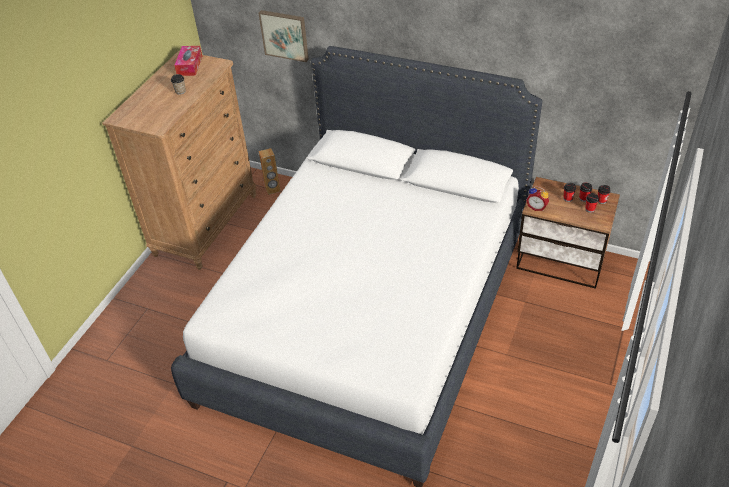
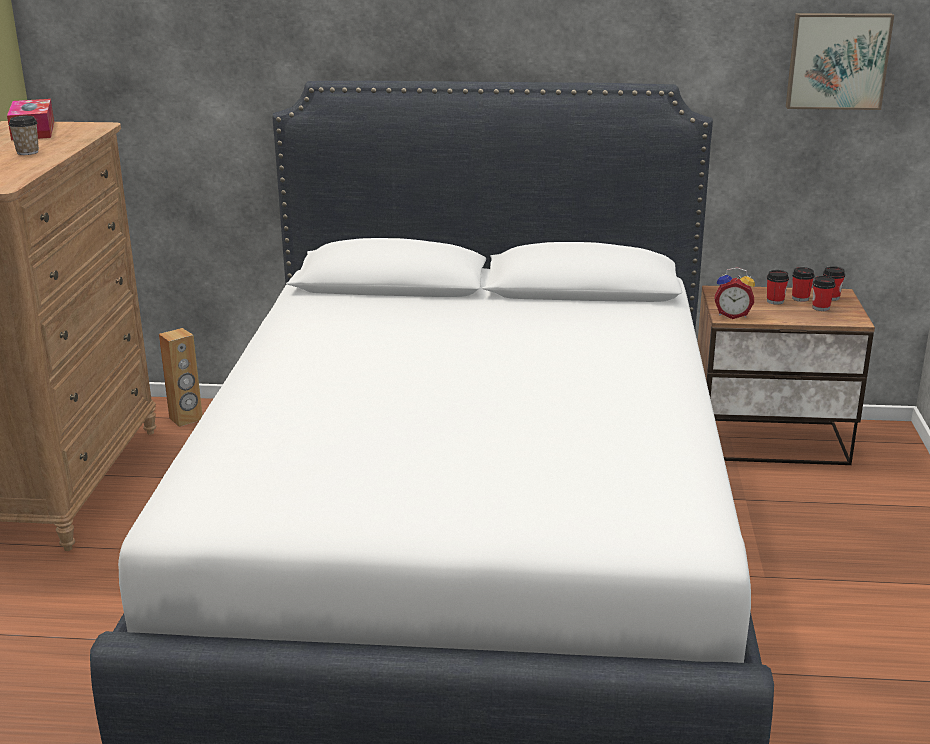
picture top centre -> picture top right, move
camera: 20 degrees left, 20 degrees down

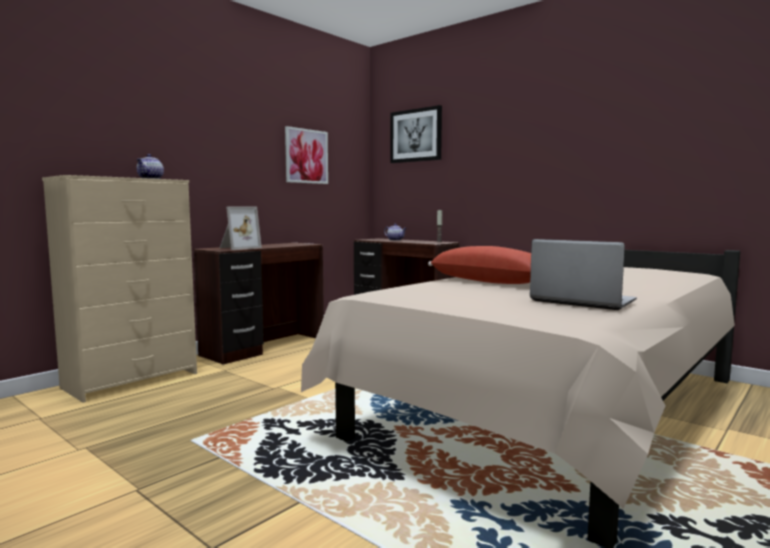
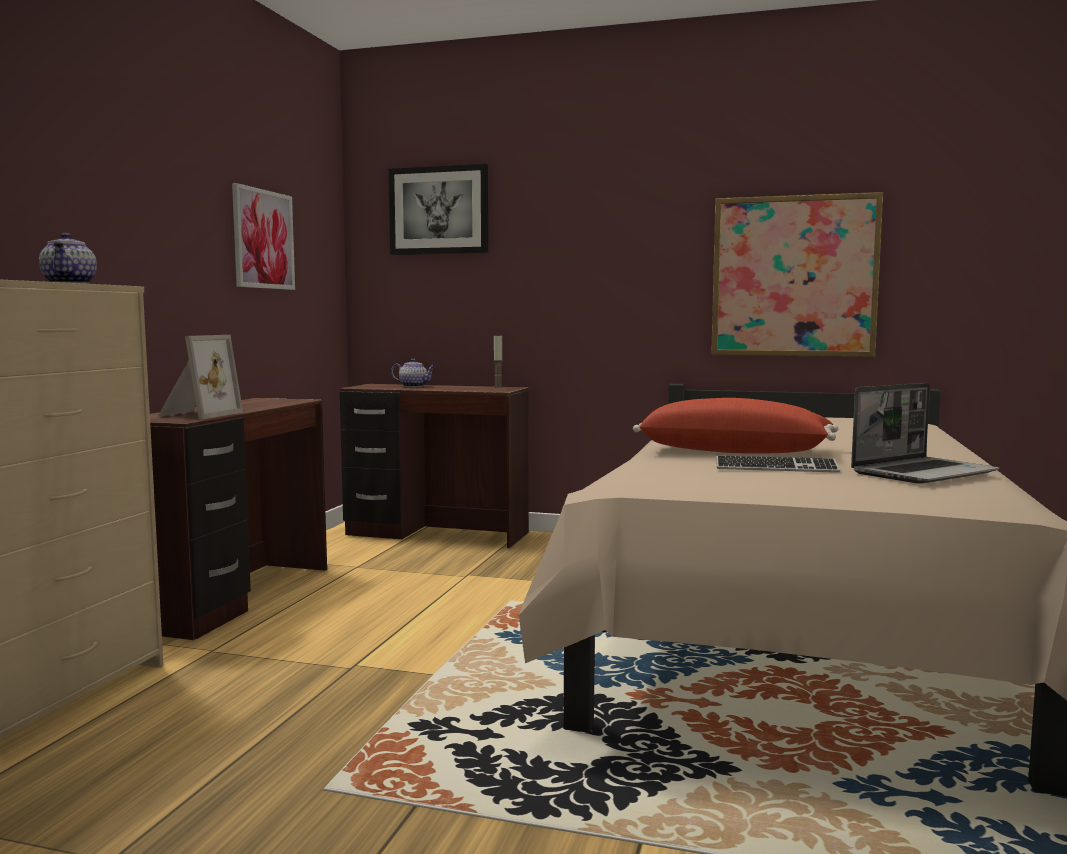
laptop middle right, 135 degrees clockwise
none -> picture (3rd from left) top right
none -> keyboard middle right
camera: 25 degrees left, 0 degrees up

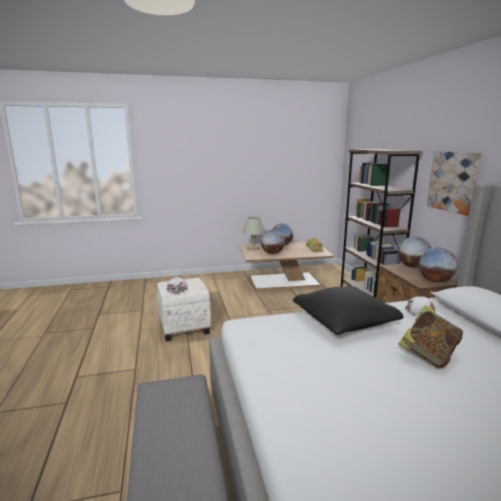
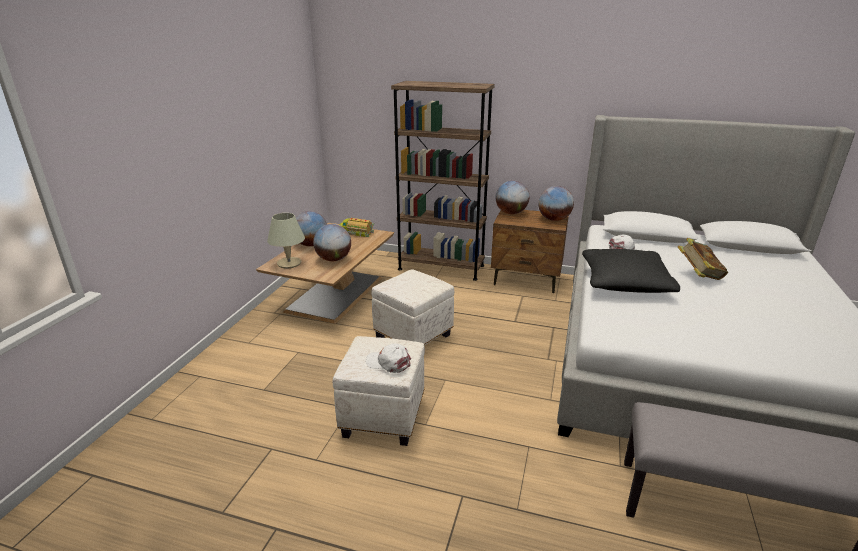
picture middle right -> none
none -> white ottoman (2nd from left) centre
camera: 60 degrees left, 10 degrees up

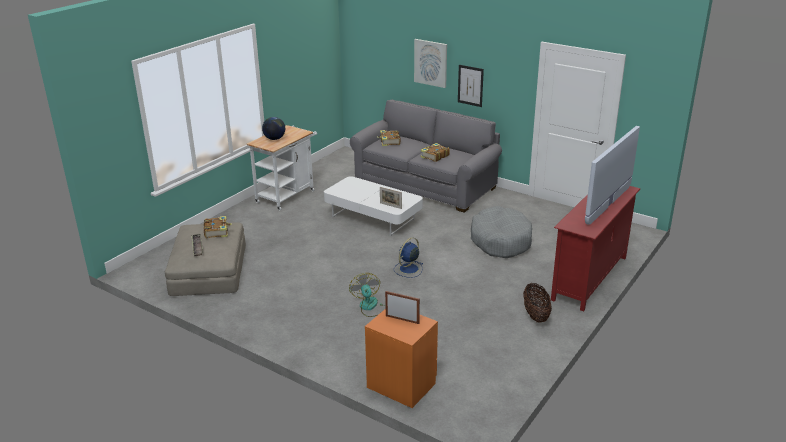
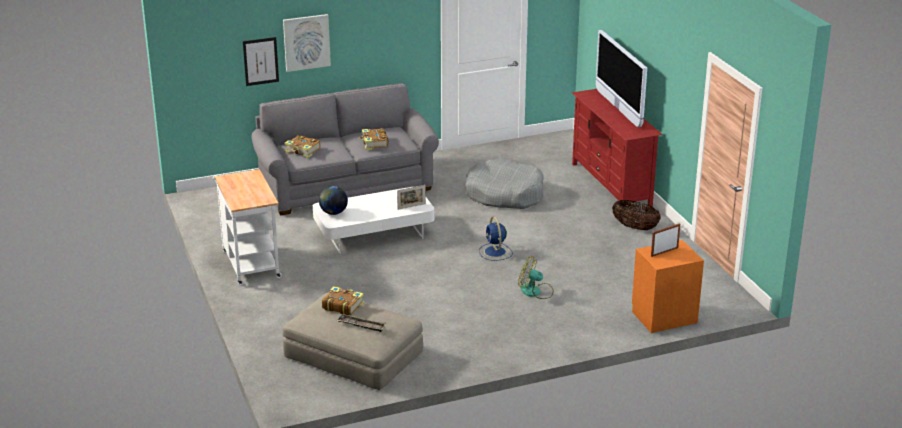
picture (2nd from left in the first image) top centre -> picture (1st from left) top left, move
globe top centre -> globe centre, move
camera: 55 degrees left, 0 degrees up

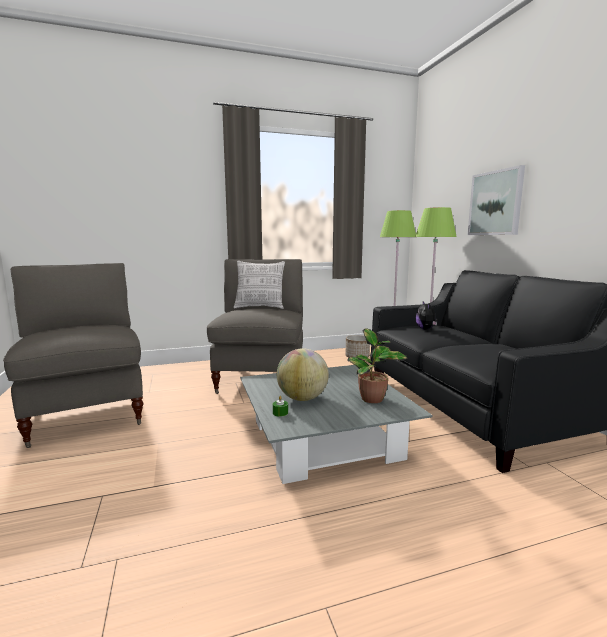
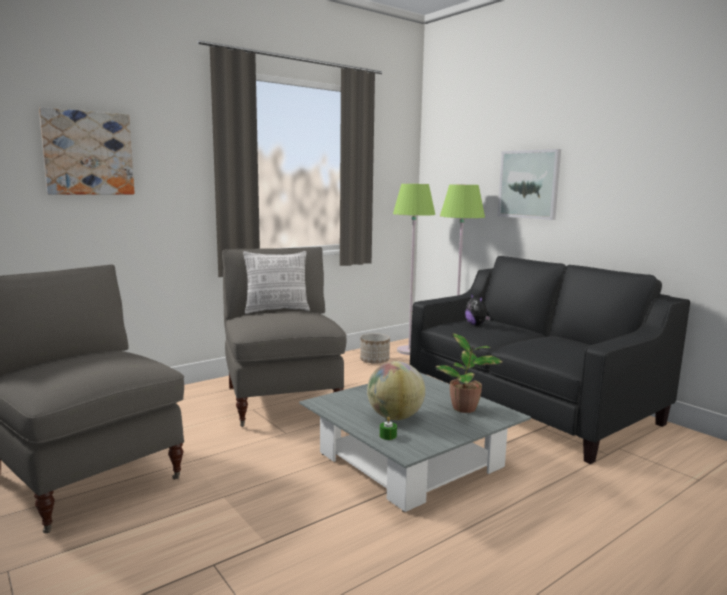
none -> picture (1st from left) top left
camera: 20 degrees left, 0 degrees up

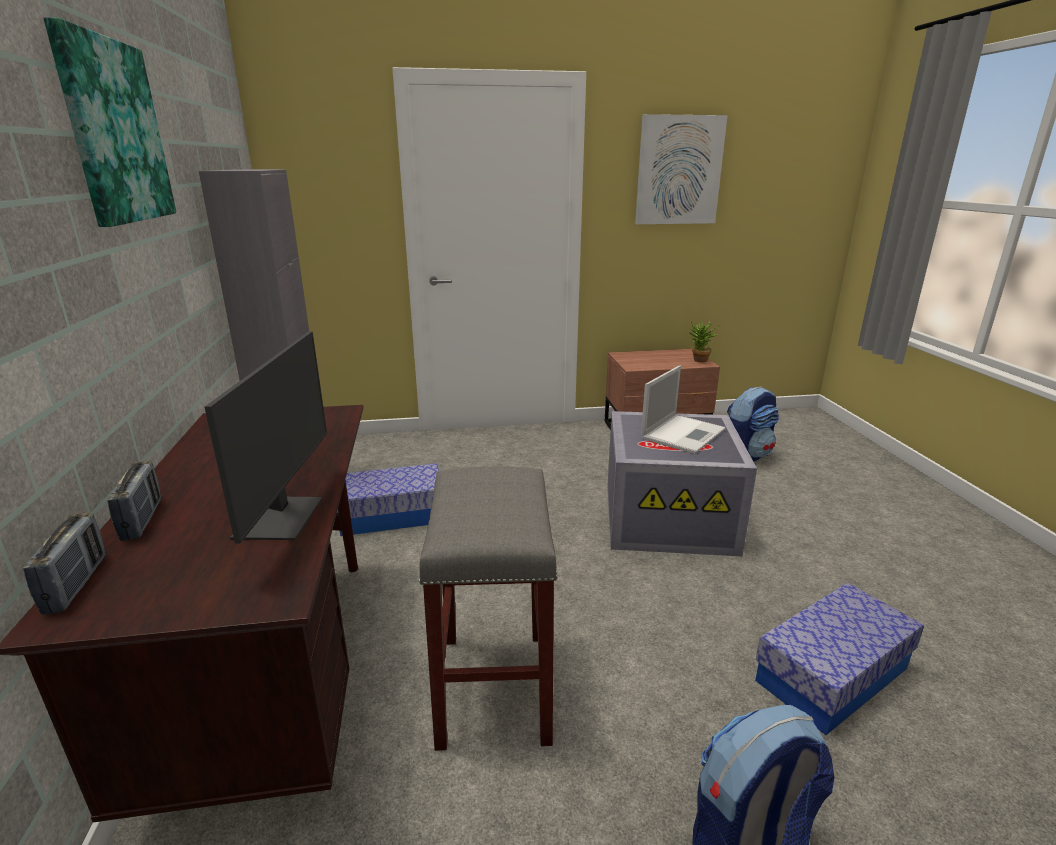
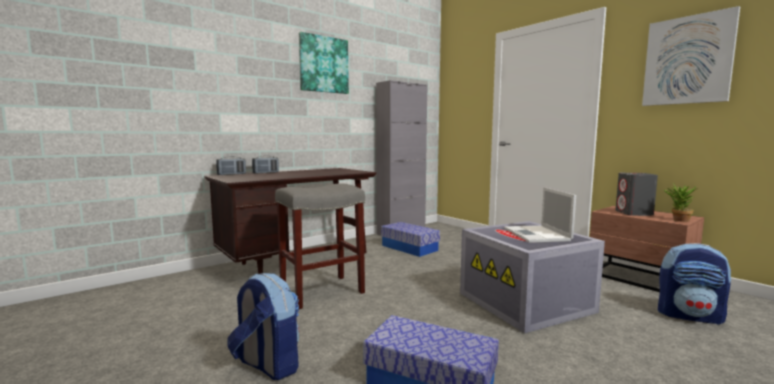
monitor middle left -> none
laptop centre -> laptop middle right, 75 degrees clockwise
none -> grey speaker middle right
camera: 60 degrees right, 15 degrees down

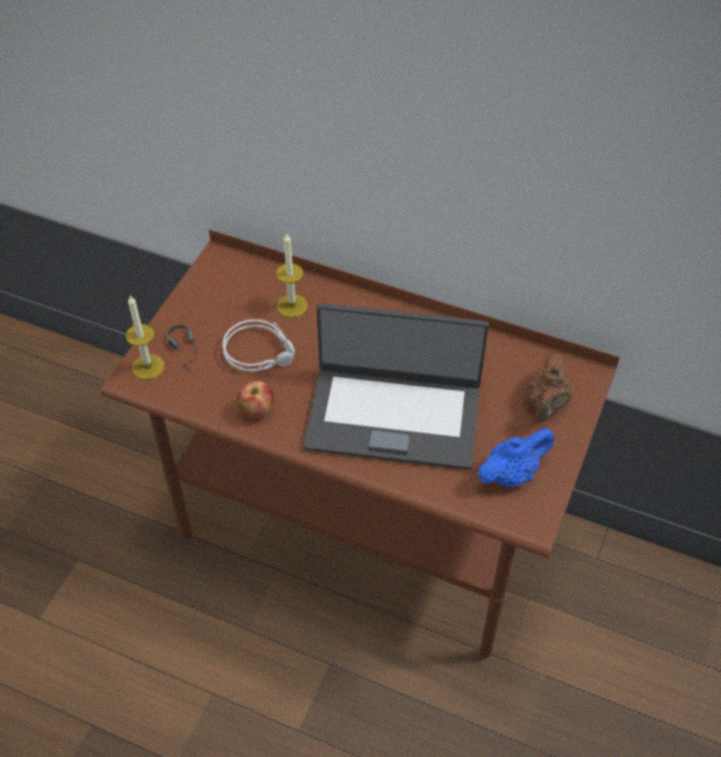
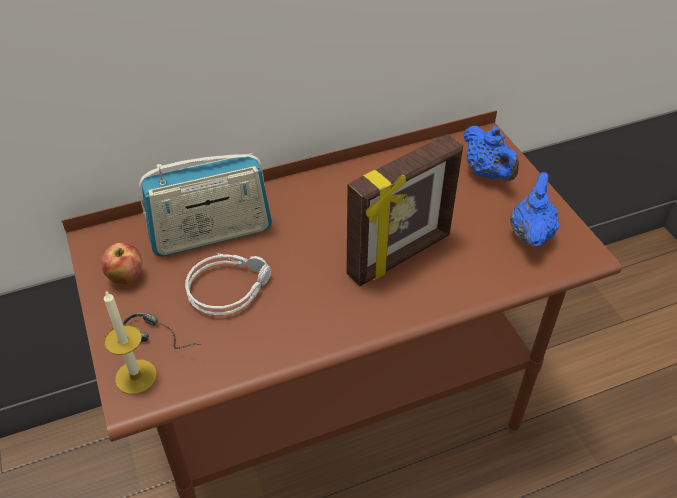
candle (2nd from left) centre -> radio middle left
laptop centre -> picture frame centre
brown teapot middle right -> blue teapot (1st from left) top right
apple centre -> apple middle left, move
camera: 45 degrees left, 5 degrees down

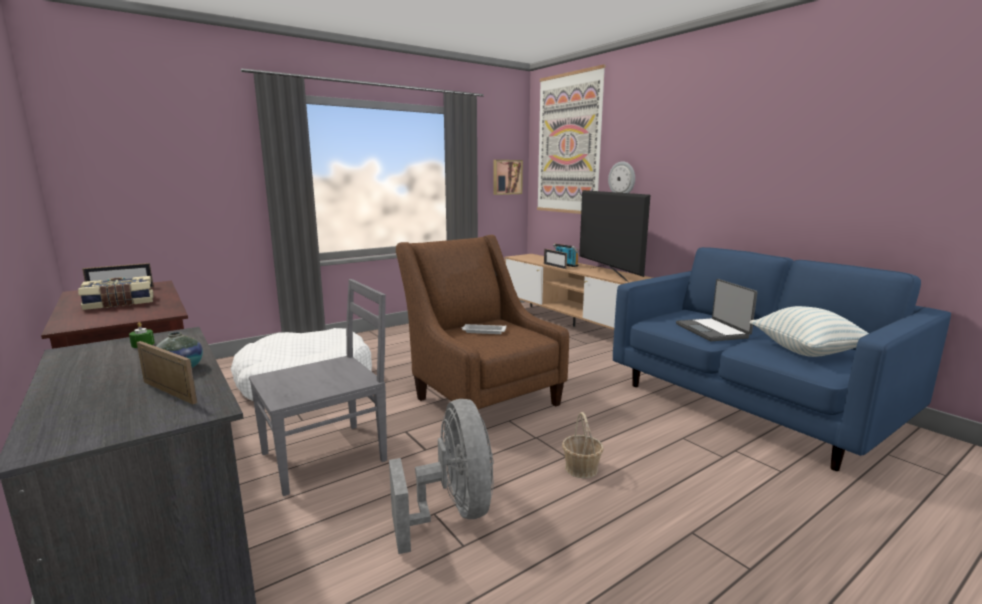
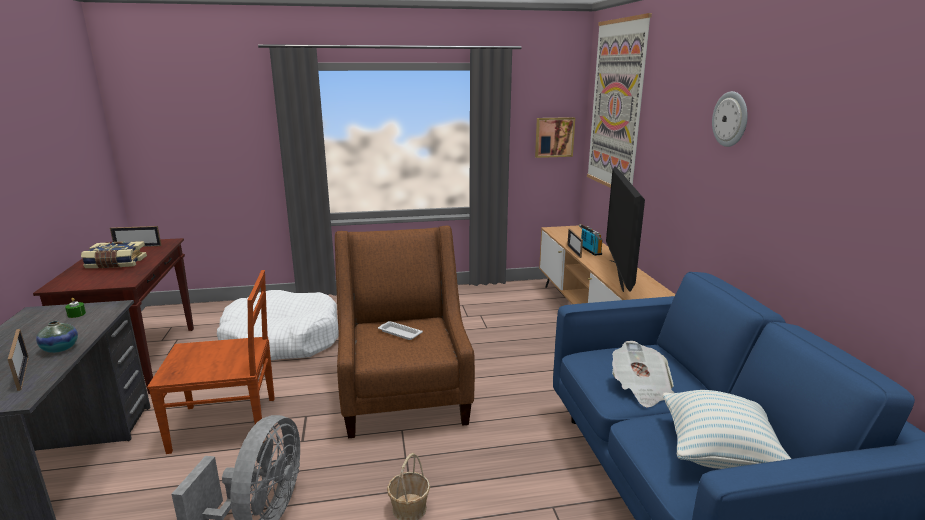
wall clock top centre -> wall clock top right, move
grey chair middle left -> brown chair bottom left
laptop middle right -> newspaper bottom right
camera: 25 degrees right, 5 degrees up

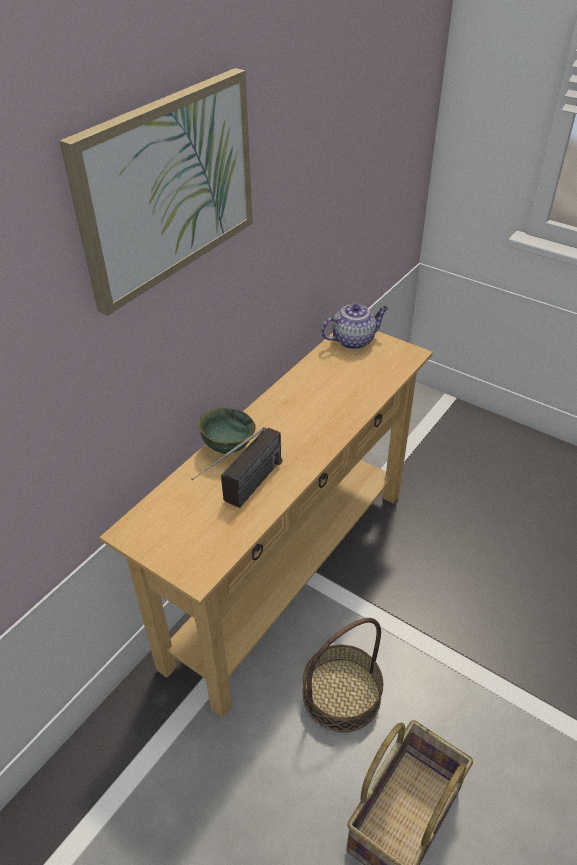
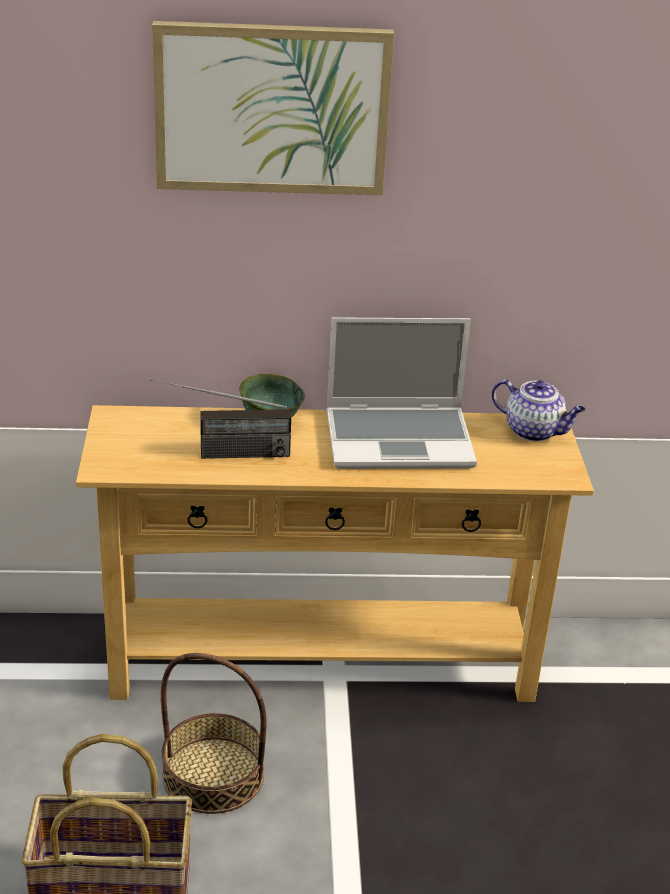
none -> laptop centre
camera: 50 degrees right, 10 degrees down

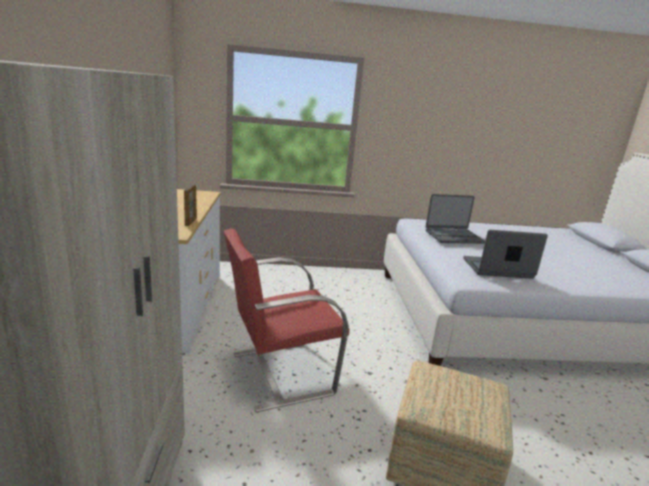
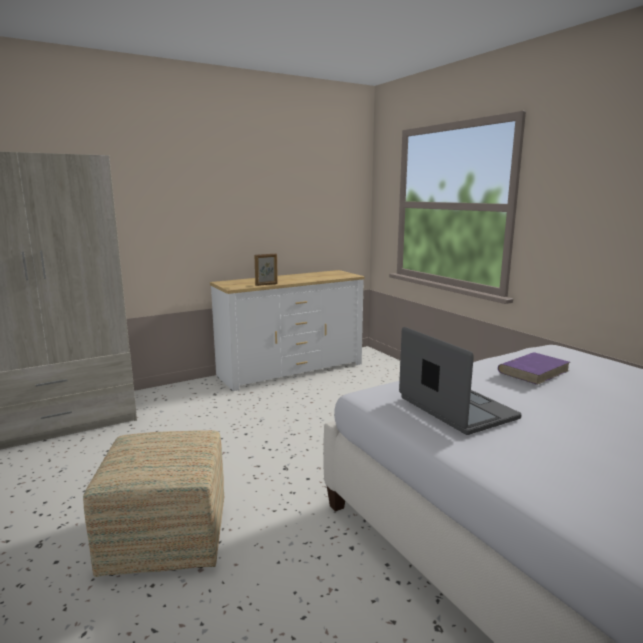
laptop (1st from left) middle right -> purple book middle right
red armchair centre -> none
camera: 65 degrees right, 5 degrees down

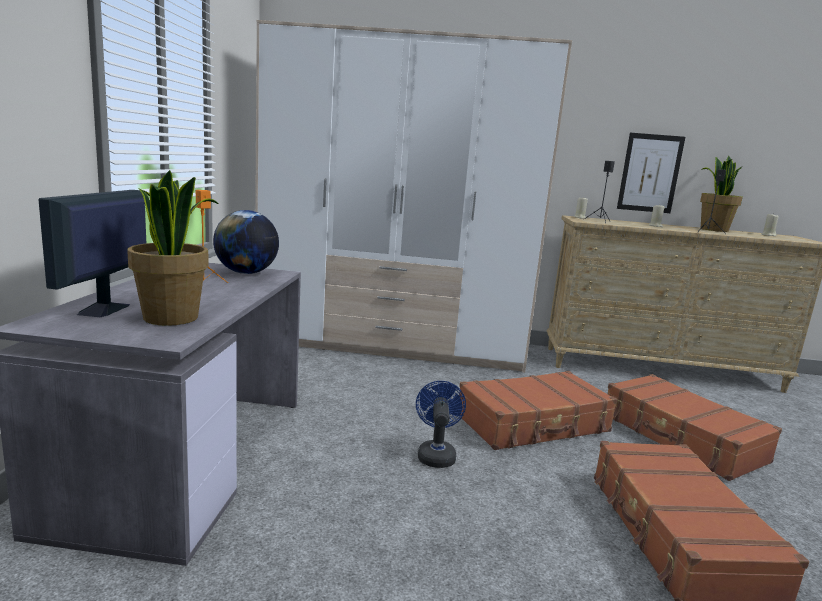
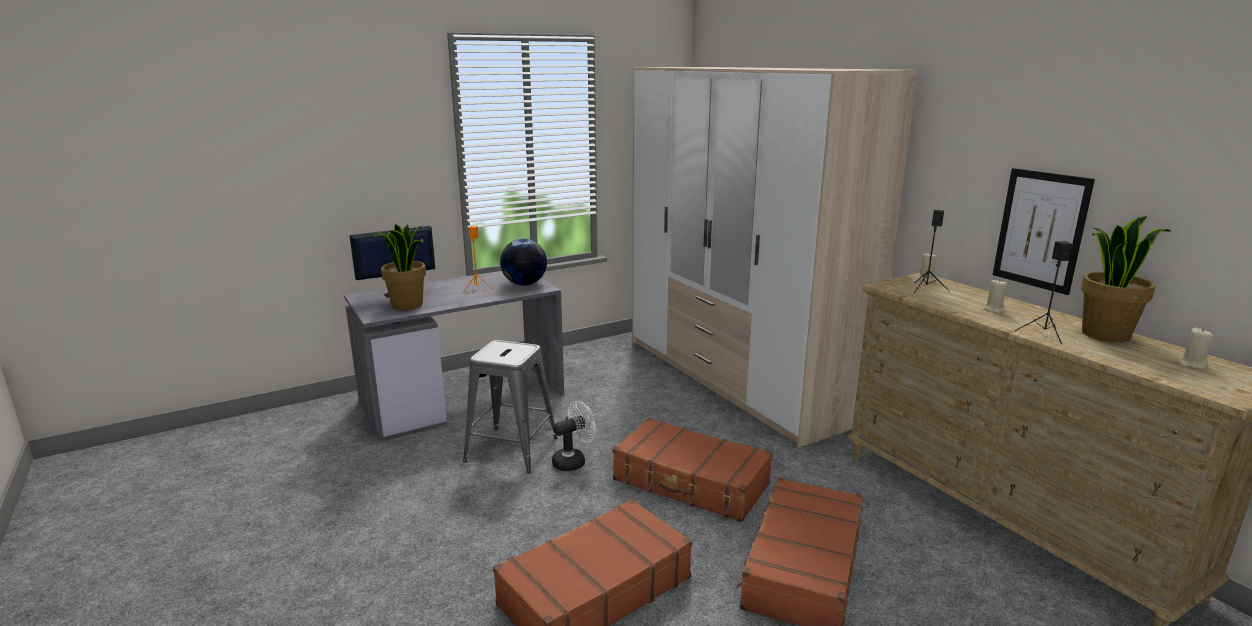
blue fan bottom centre -> white fan bottom centre
none -> grey stool centre
camera: 55 degrees right, 5 degrees up

